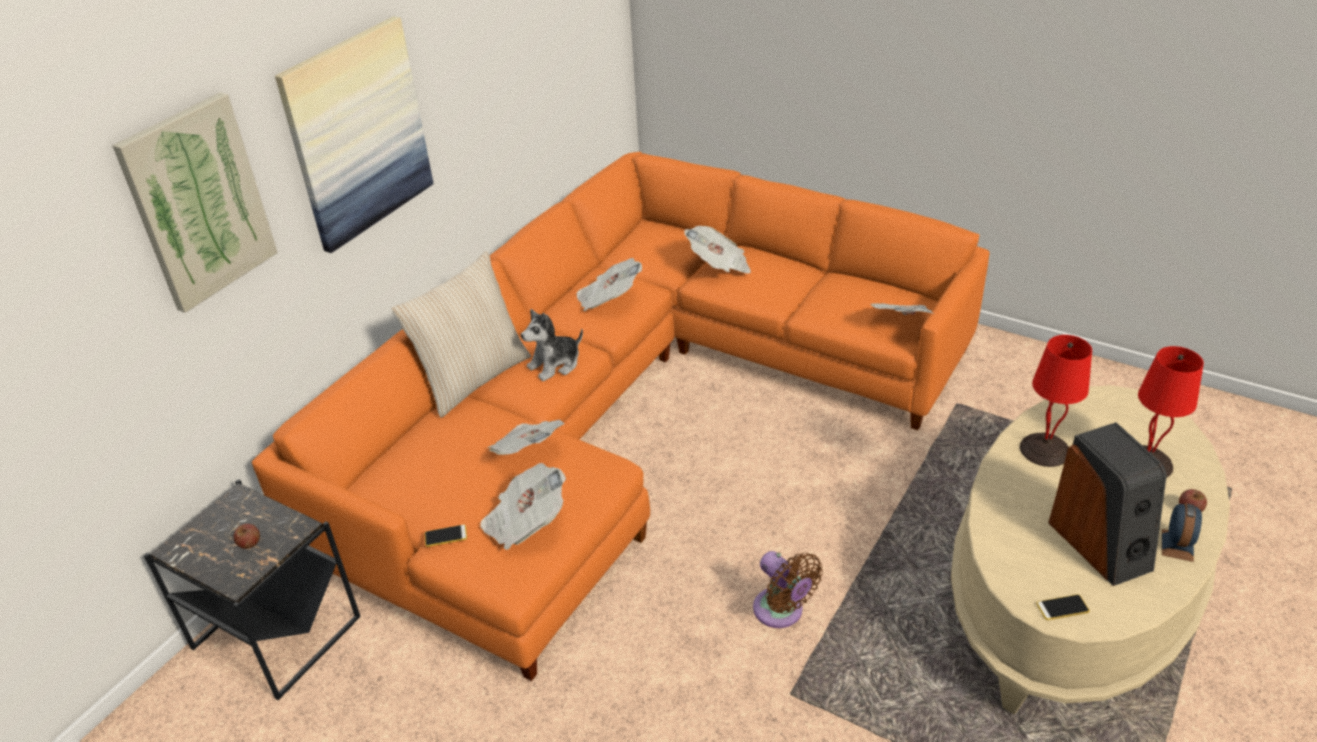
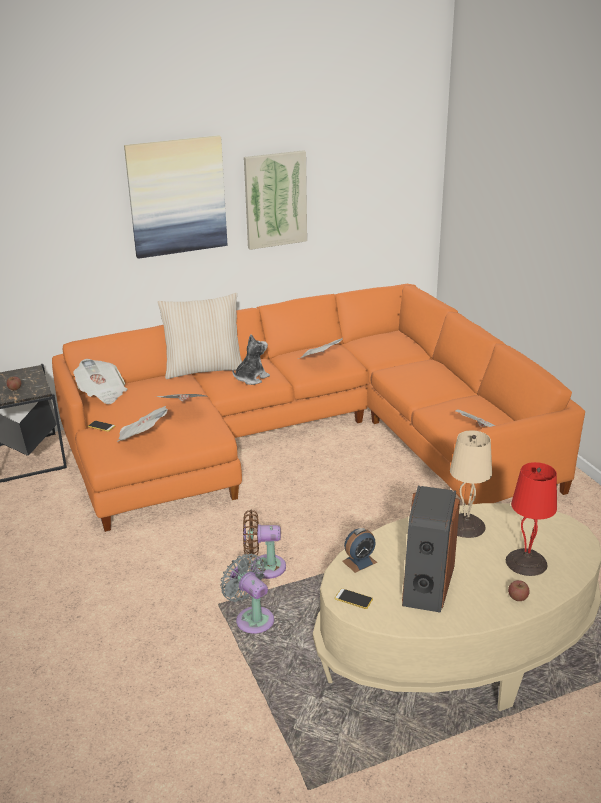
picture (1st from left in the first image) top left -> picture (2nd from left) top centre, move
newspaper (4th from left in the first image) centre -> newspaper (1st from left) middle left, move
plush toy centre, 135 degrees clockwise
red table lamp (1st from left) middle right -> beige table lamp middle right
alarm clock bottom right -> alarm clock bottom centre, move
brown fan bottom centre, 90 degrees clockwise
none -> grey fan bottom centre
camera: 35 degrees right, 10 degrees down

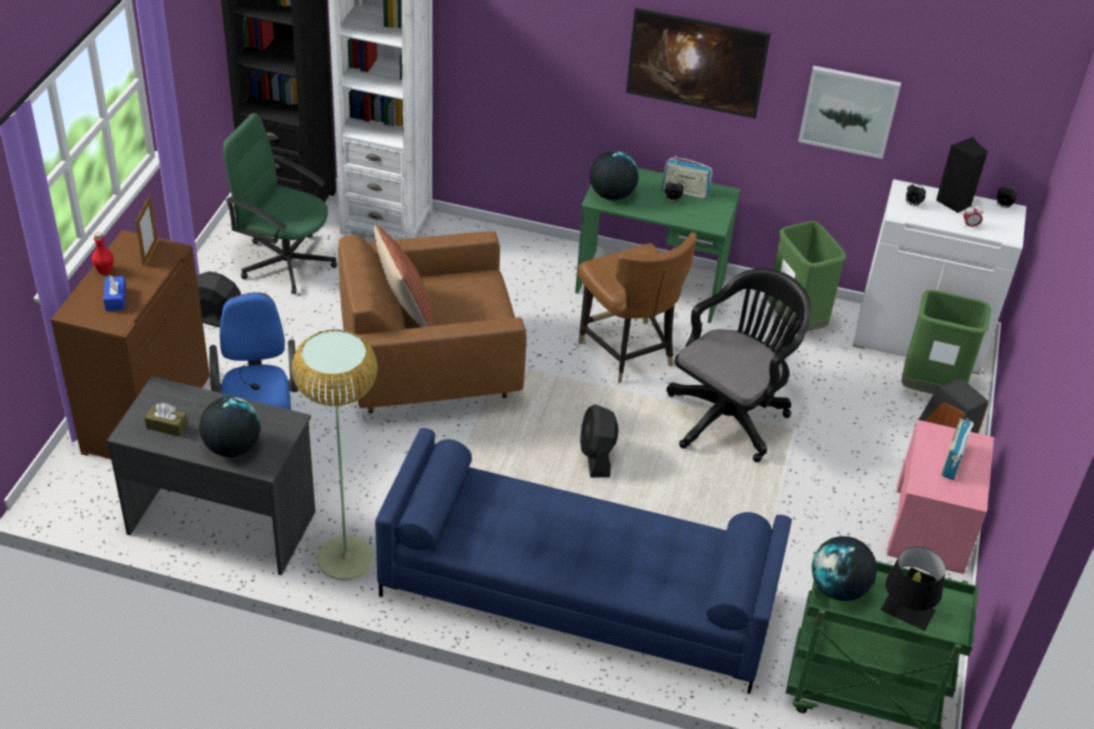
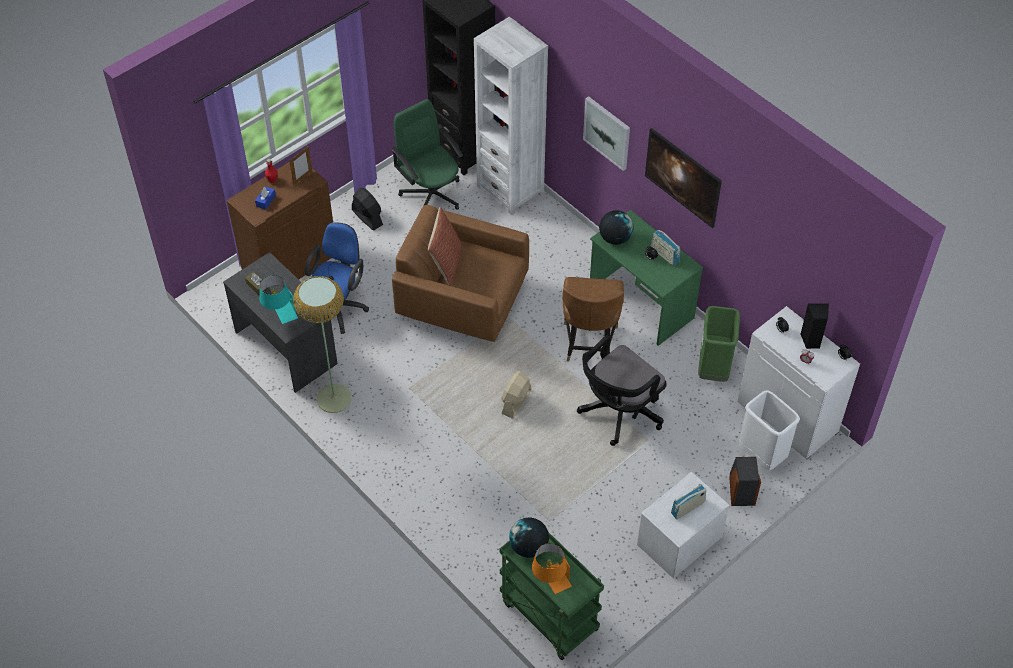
picture (2nd from left in the first image) top right -> picture (1st from left) top centre, move
black office chair middle right -> black office chair centre, 150 degrees clockwise
green trash can (2nd from left) middle right -> white trash can middle right
globe (1st from left) middle left -> turquoise table lamp middle left
black fan (2nd from left) centre -> beige fan centre
pink nightstand bottom right -> white nightstand bottom right
blue sofa bottom centre -> none
black table lamp bottom right -> orange table lamp bottom centre
camera: 35 degrees right, 10 degrees up

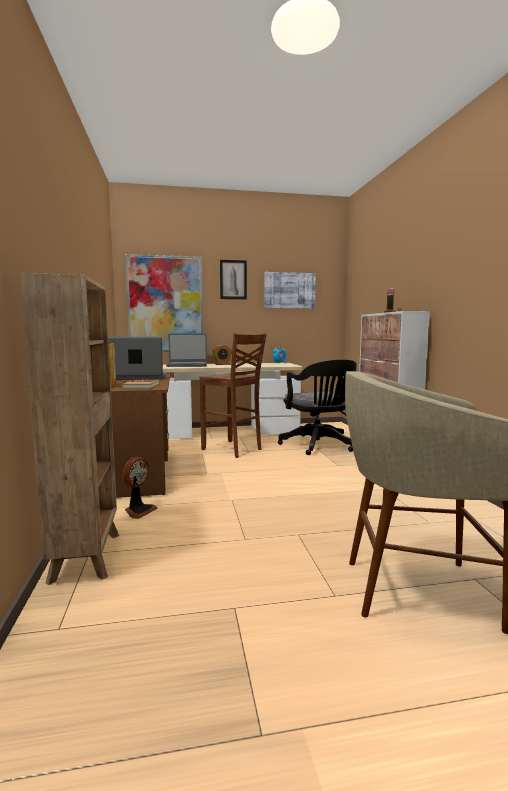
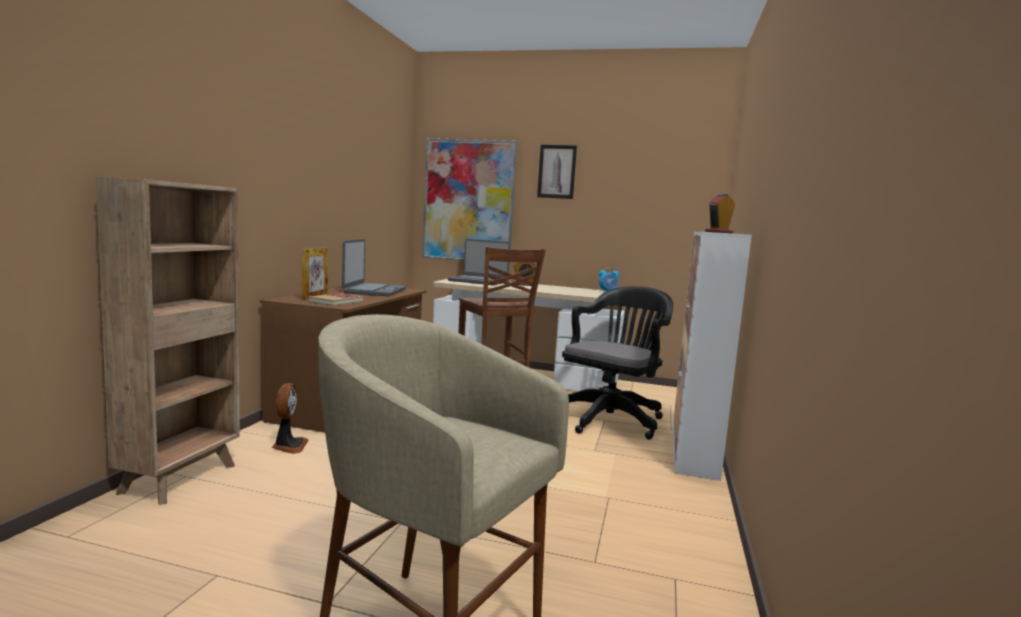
picture (3rd from left) centre -> none
laptop (1st from left) middle left -> laptop (1st from left) centre, 75 degrees clockwise
black office chair centre, 150 degrees counterclockwise
fan middle left -> fan bottom left, 60 degrees counterclockwise
camera: 25 degrees right, 0 degrees up

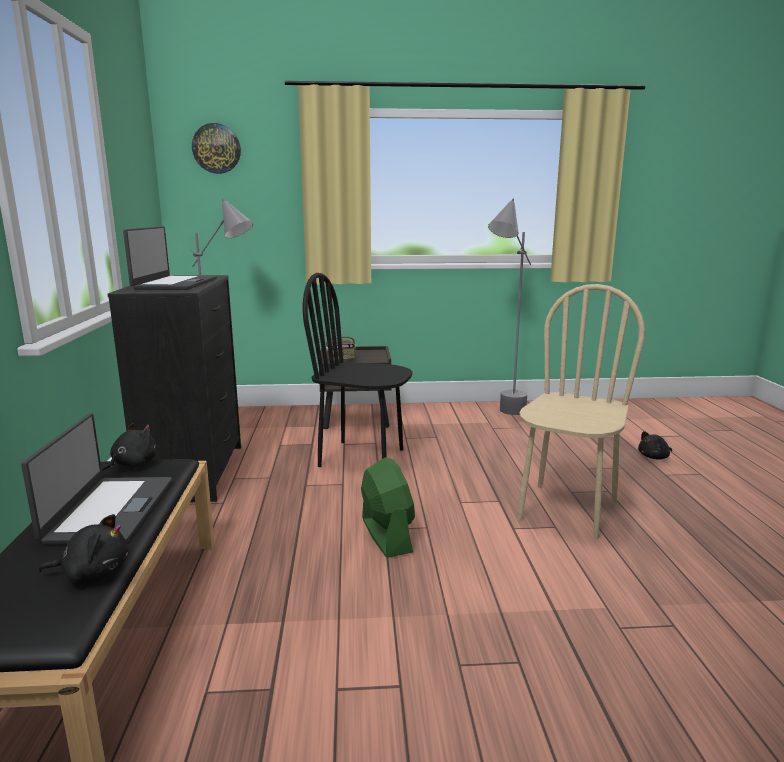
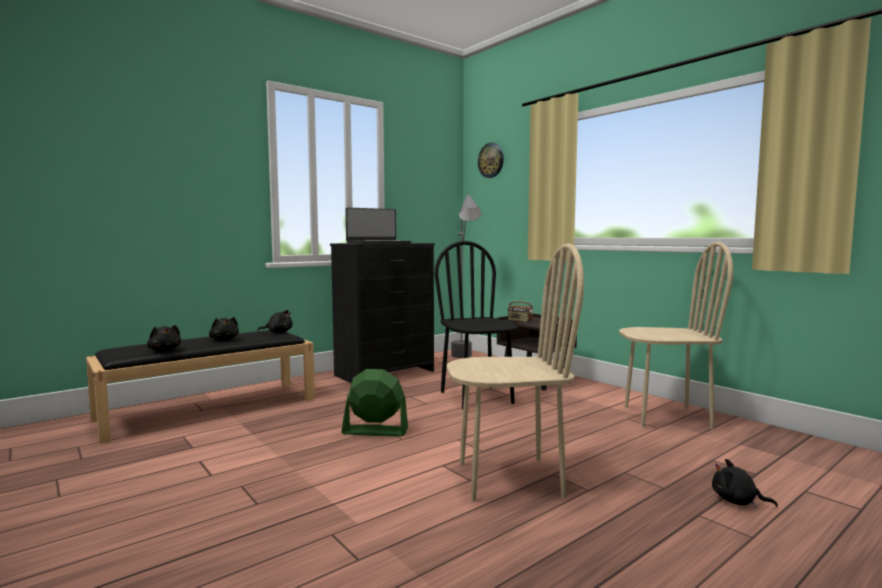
grey floor lamp (2nd from left) centre -> beige chair (2nd from left) middle right
laptop (1st from left) middle left -> black plush toy (2nd from left) middle left
green fan centre -> green fan bottom centre, 120 degrees counterclockwise
camera: 55 degrees right, 10 degrees down

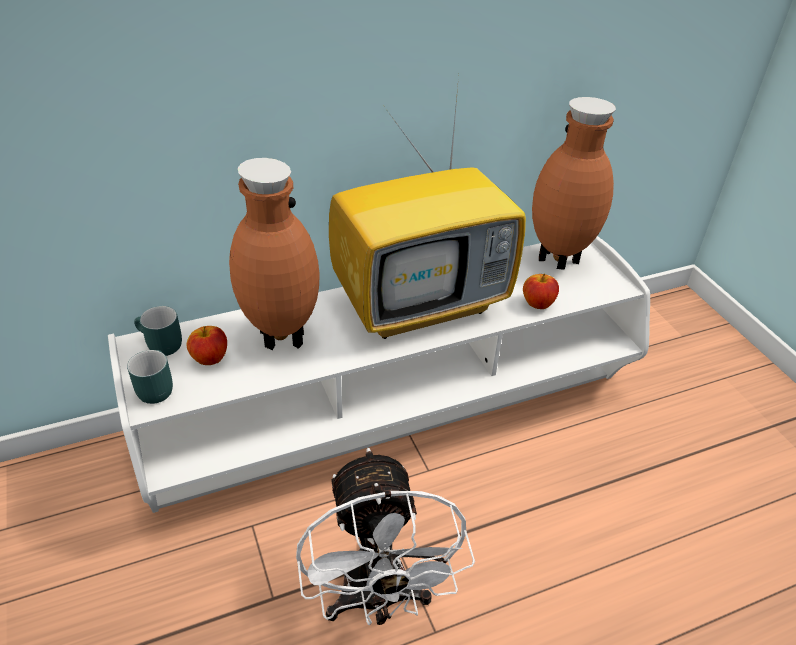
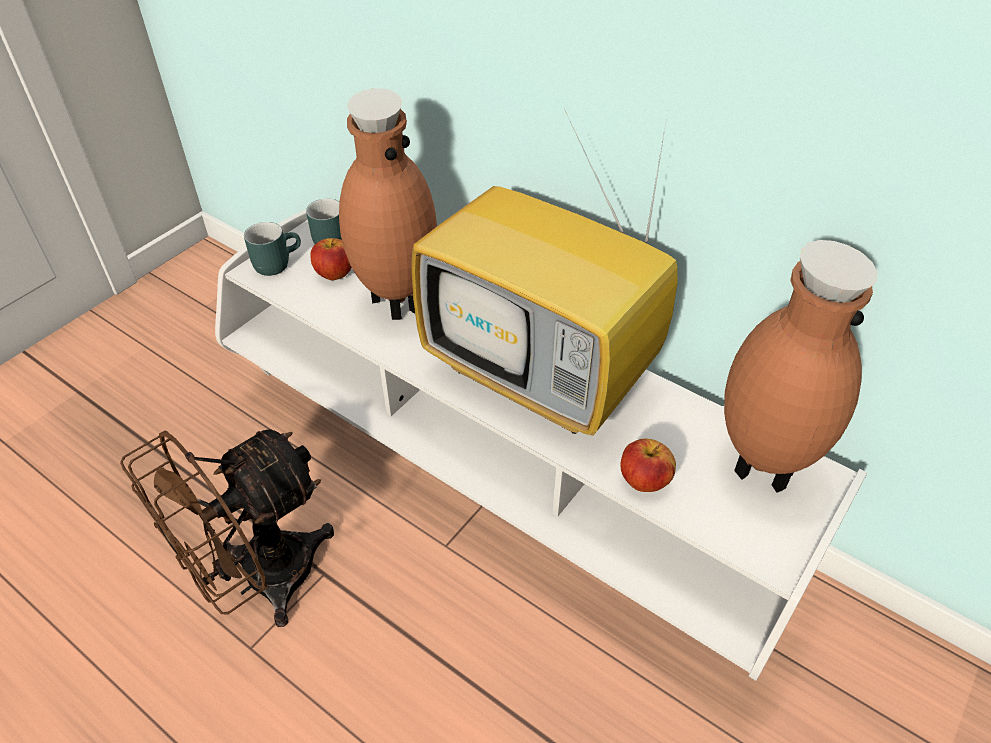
white fan bottom centre -> brown fan bottom left
camera: 60 degrees right, 5 degrees up

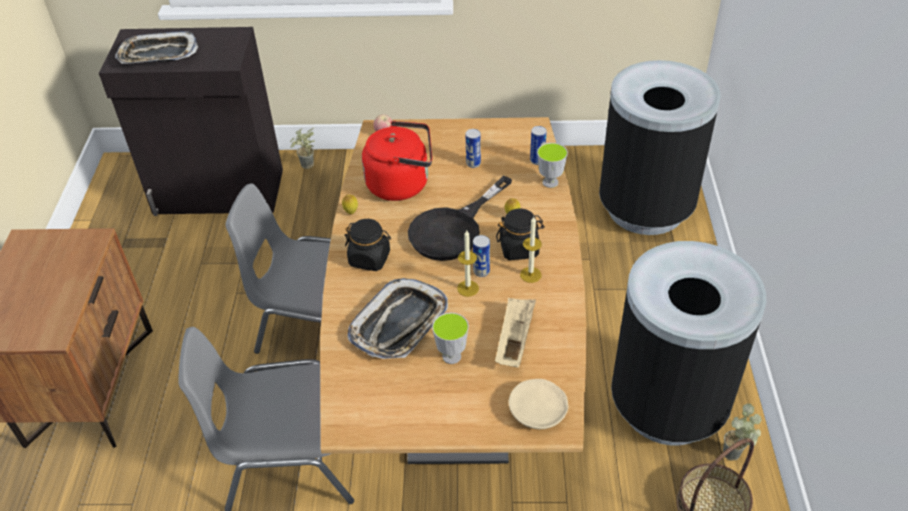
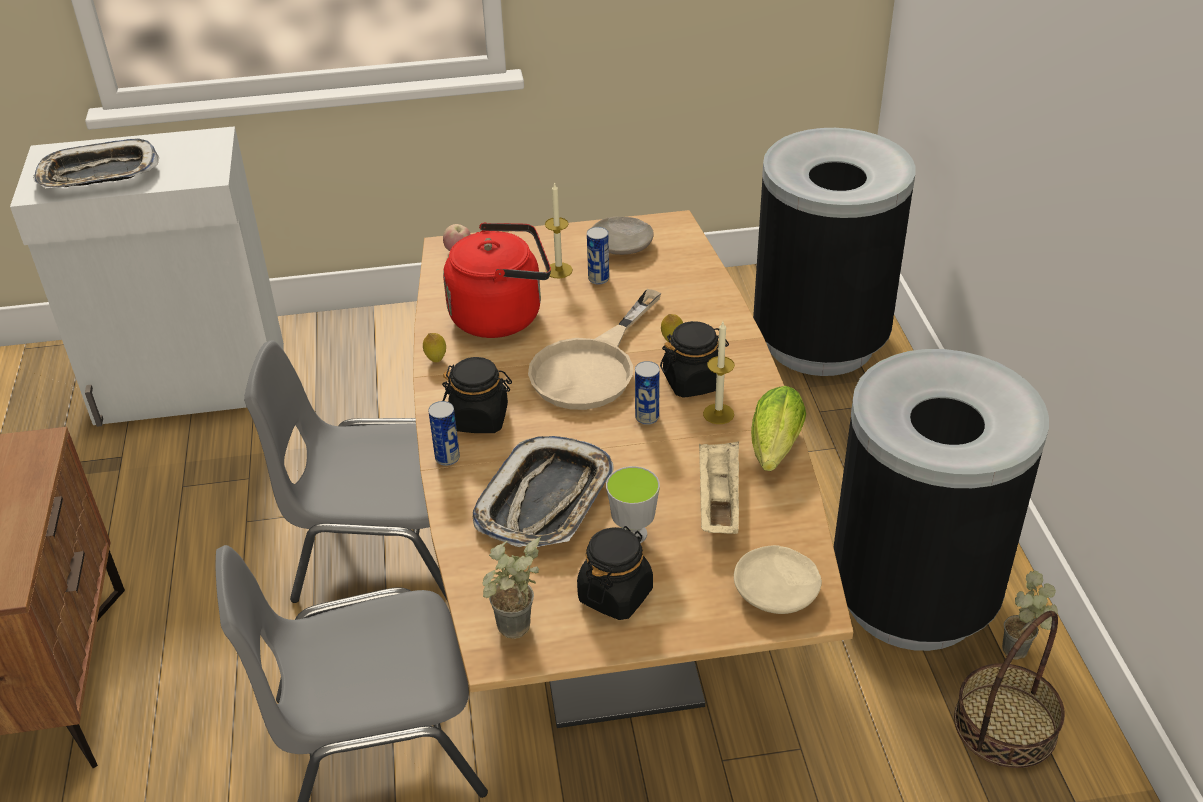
black cabinet top left -> white cabinet middle left
can (3rd from left in the first image) top centre -> can (1st from left) centre, move
potted plant (1st from left) top left -> potted plant (1st from left) bottom centre, move
cup (2nd from left) top centre -> none
black frying pan centre -> beige frying pan centre
candle (1st from left) centre -> candle (1st from left) top centre, move
none -> beige plate (1st from left) top centre
none -> lettuce centre
none -> black jar (2nd from left) bottom centre
camera: 10 degrees left, 5 degrees down

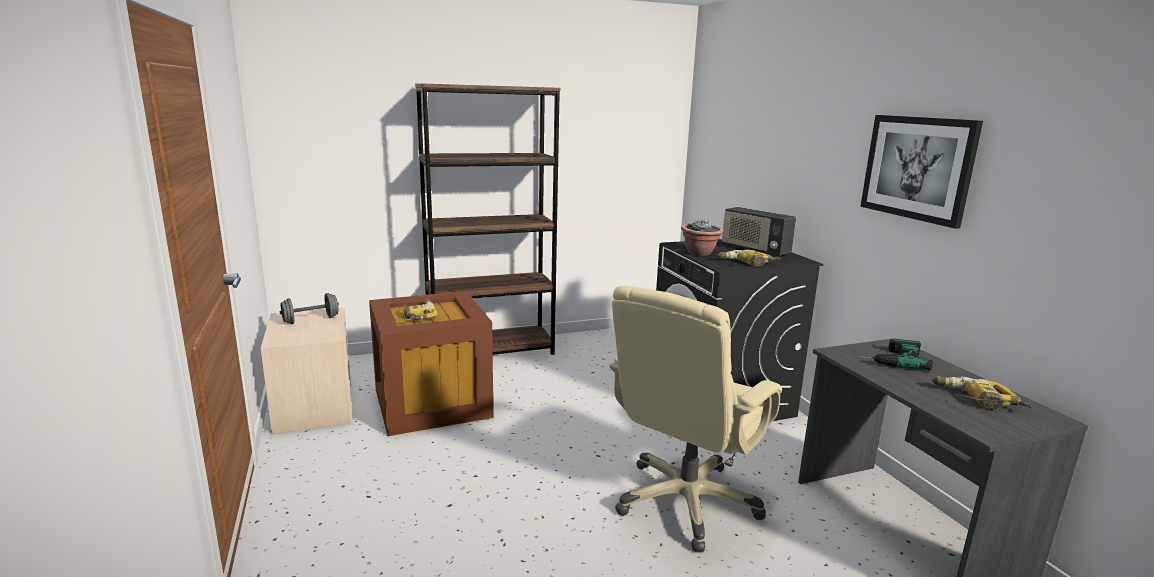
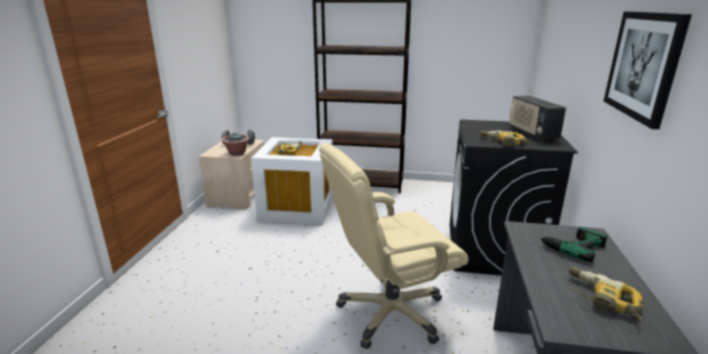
potted plant centre -> potted plant middle left, move
brown storage box centre -> white storage box centre
camera: 30 degrees right, 5 degrees up

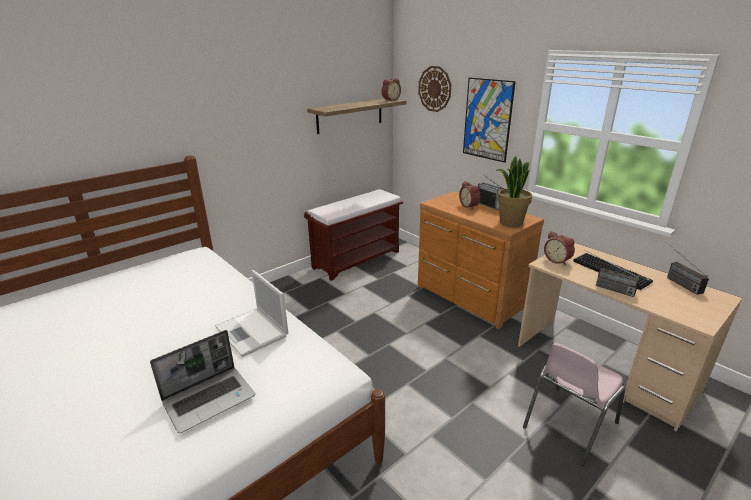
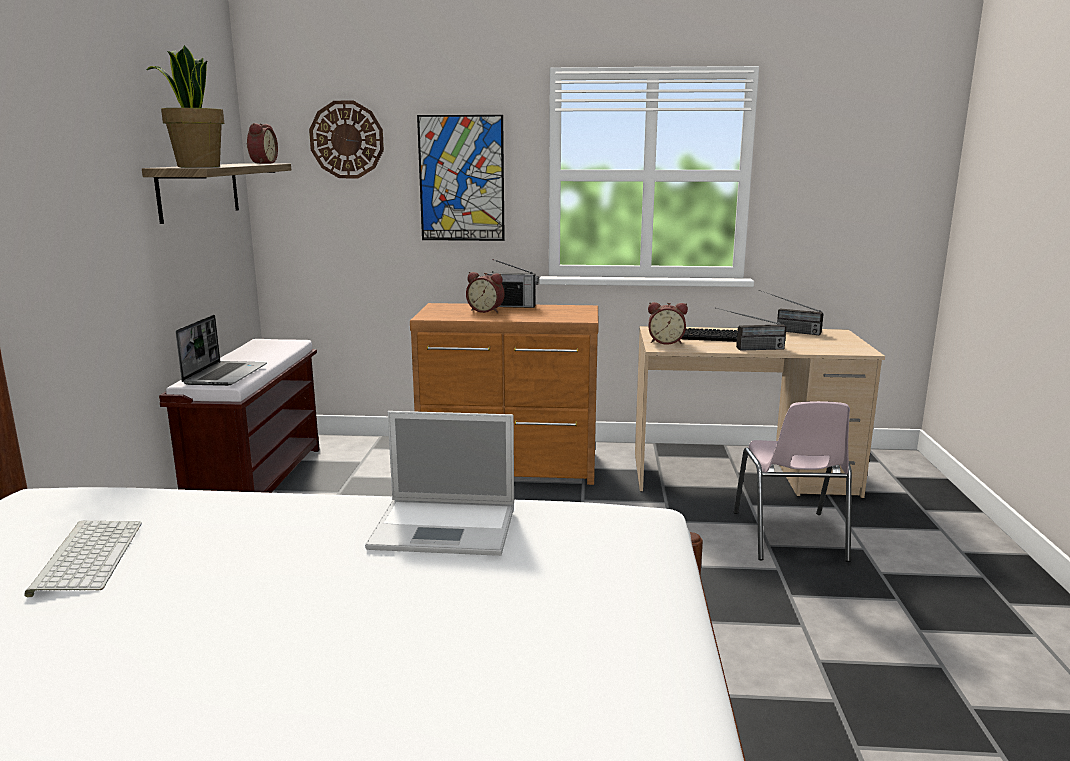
potted plant middle right -> potted plant top left, move
laptop (1st from left) bottom left -> laptop (1st from left) middle left, move
none -> keyboard (1st from left) bottom left
camera: 45 degrees left, 10 degrees down

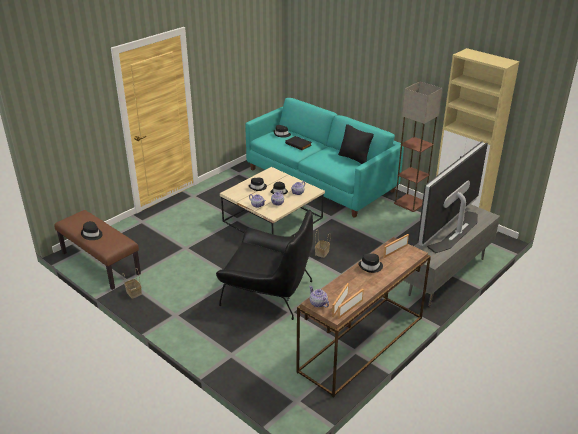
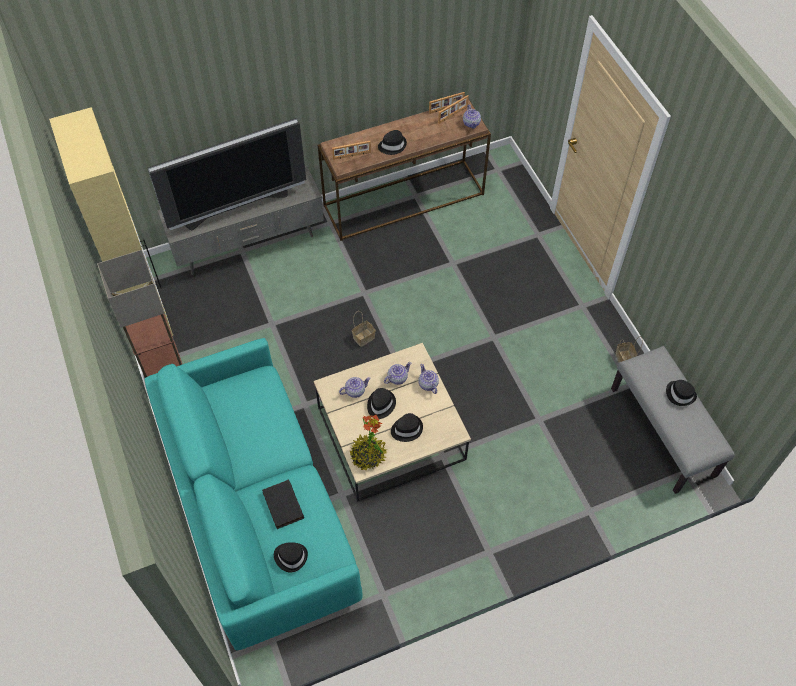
black pillow top centre -> none
brown bench middle left -> grey bench middle right
black armchair centre -> none
none -> potted plant centre
camera: 155 degrees left, 25 degrees up

